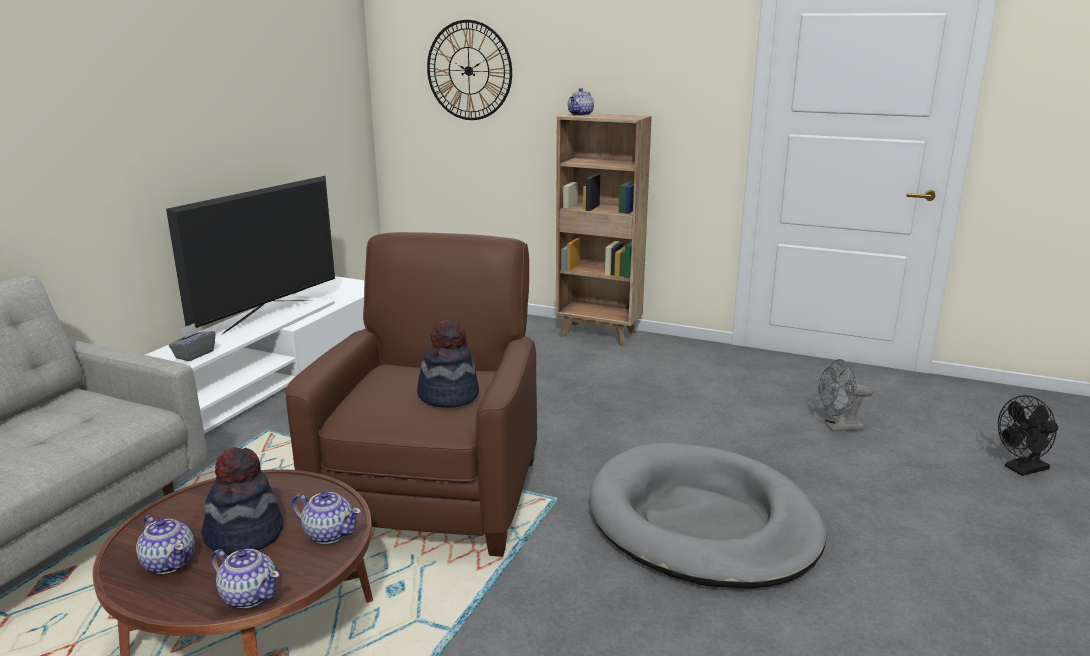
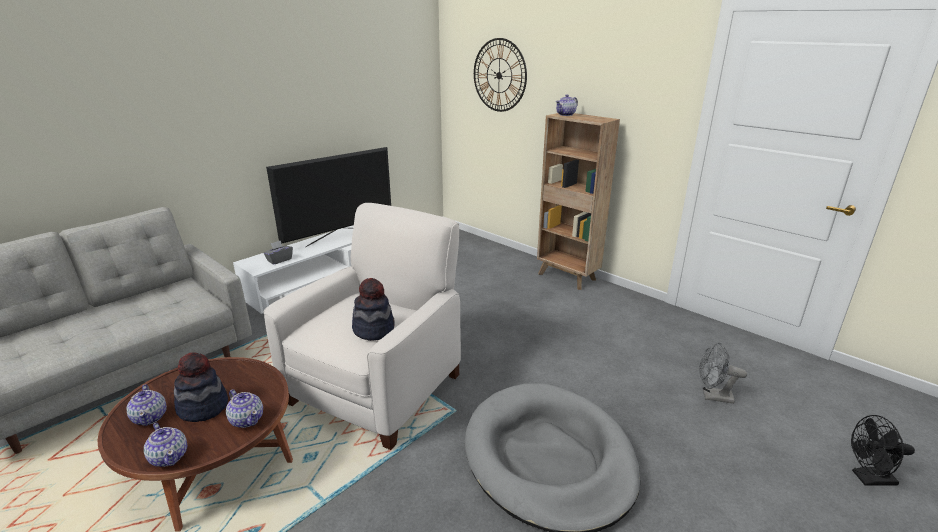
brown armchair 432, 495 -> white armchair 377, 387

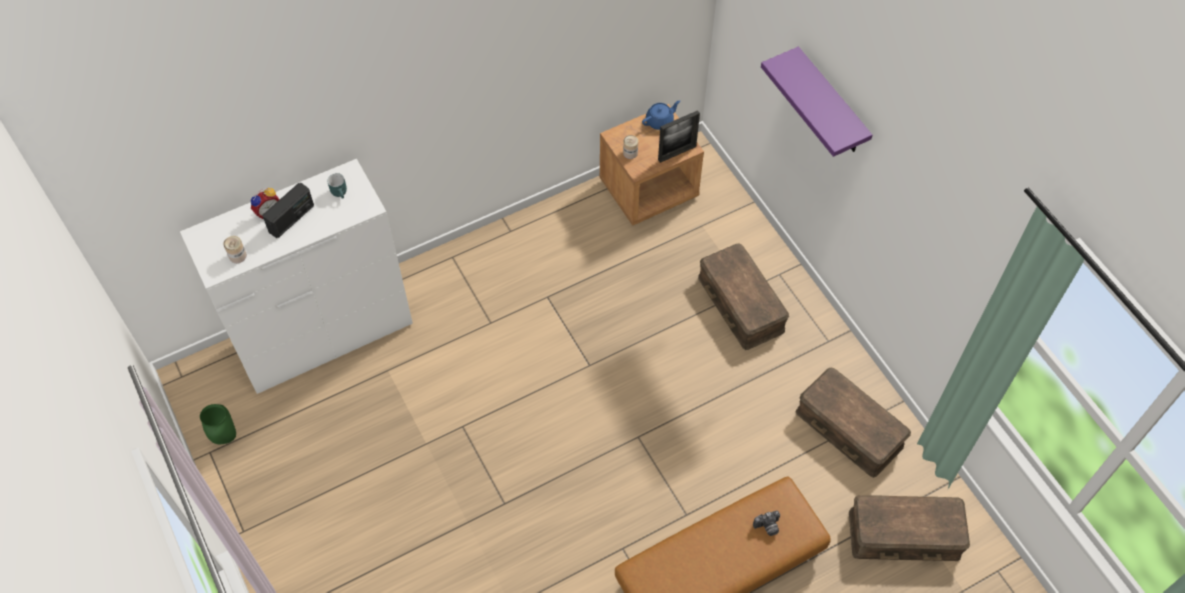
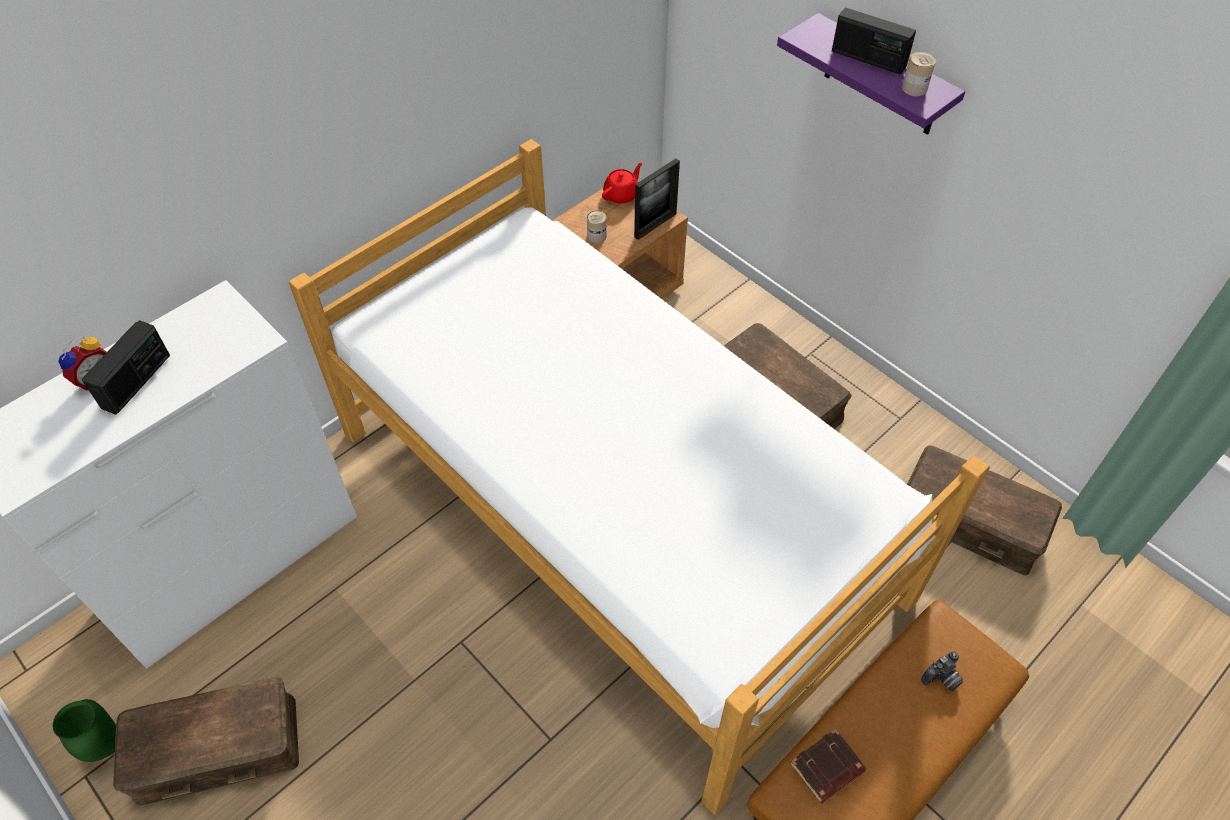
turquoise mug 341, 192 -> none
none -> bed 615, 512
none -> brown book 827, 769
none -> radio 868, 59
can 237, 256 -> can 914, 88, move
brown storage box 904, 535 -> brown storage box 217, 750, move
blue teapot 660, 121 -> red teapot 622, 194

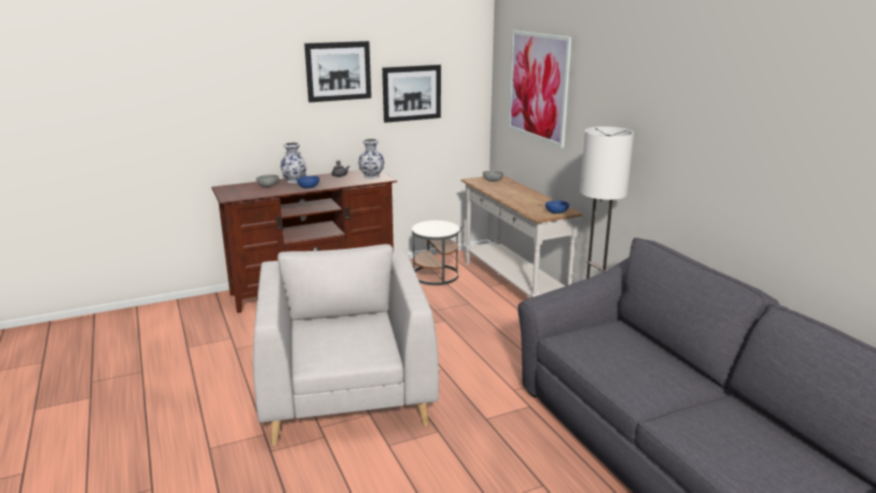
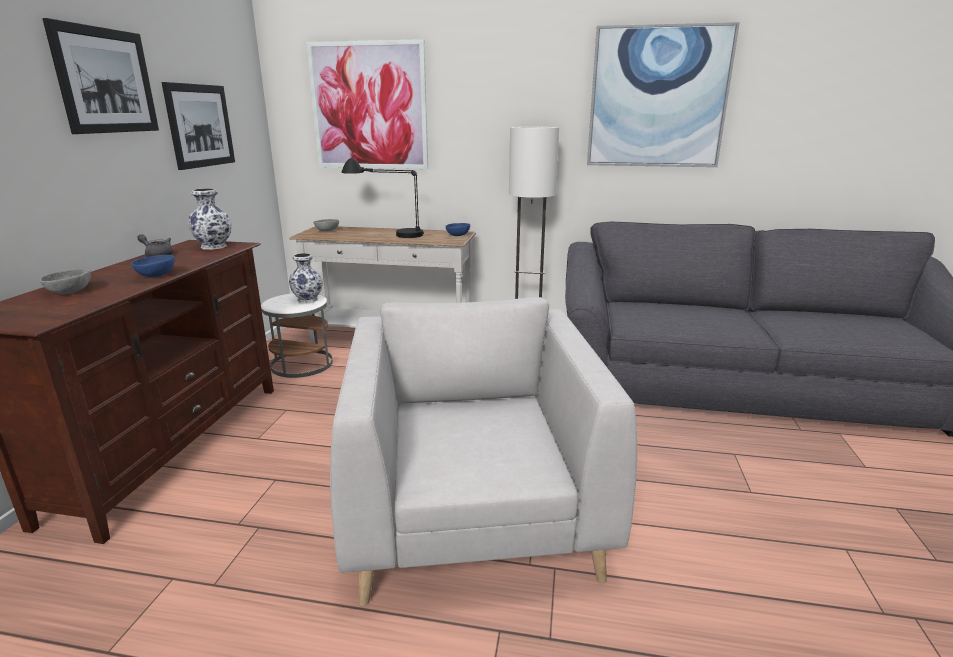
none -> black table lamp 387, 234
none -> picture 657, 98
vase 295, 181 -> vase 308, 300, move
grey armchair 346, 393 -> grey armchair 473, 513, 60 degrees clockwise

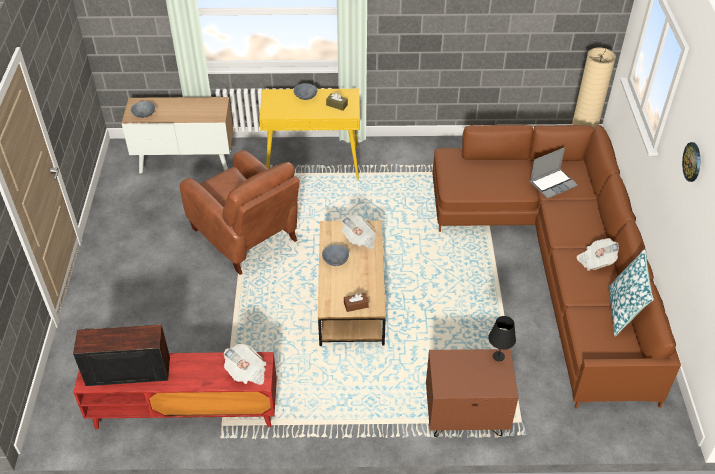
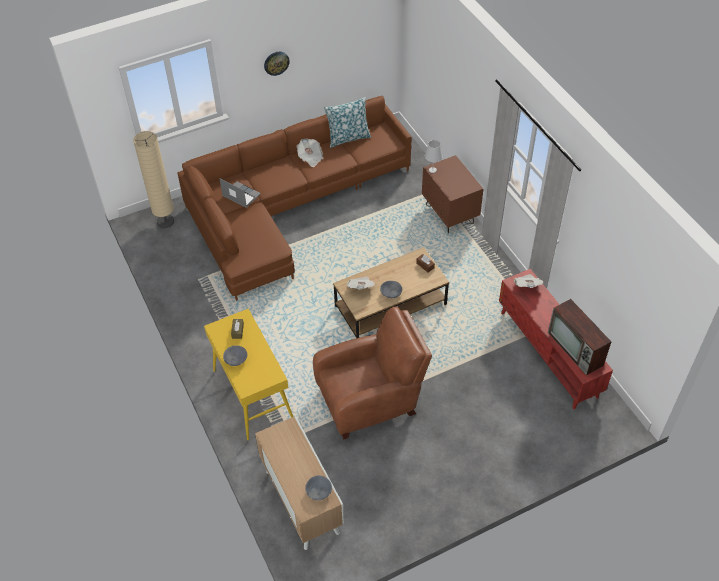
black table lamp 498, 356 -> white table lamp 432, 170
brown armchair 246, 237 -> brown armchair 371, 399, 45 degrees clockwise

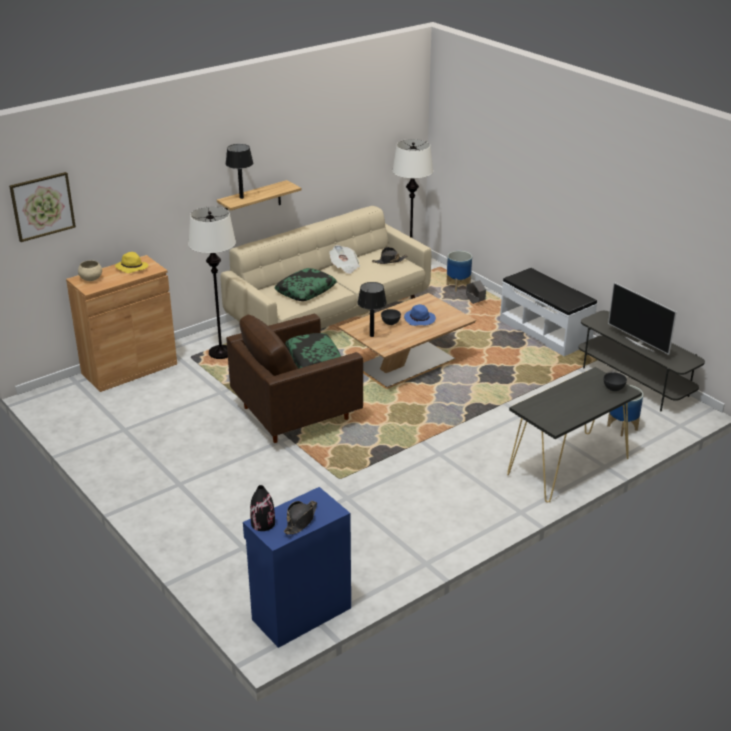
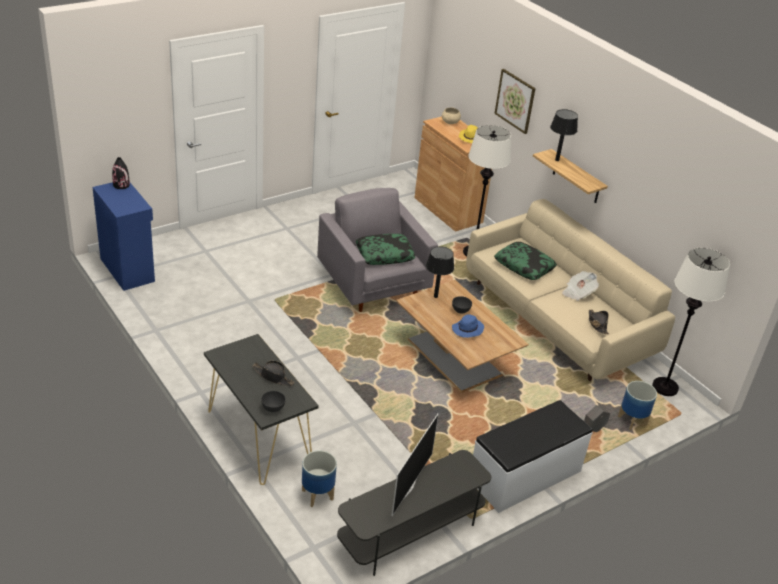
picture 42, 206 -> picture 515, 101, move
black hat 300, 520 -> black hat 273, 377, move
brown armchair 297, 413 -> grey armchair 373, 286
television 639, 343 -> television 407, 488, 150 degrees clockwise

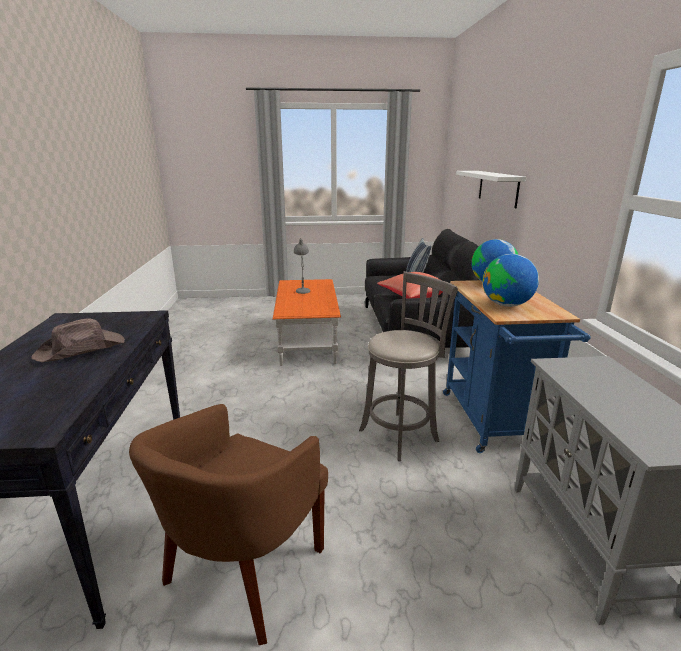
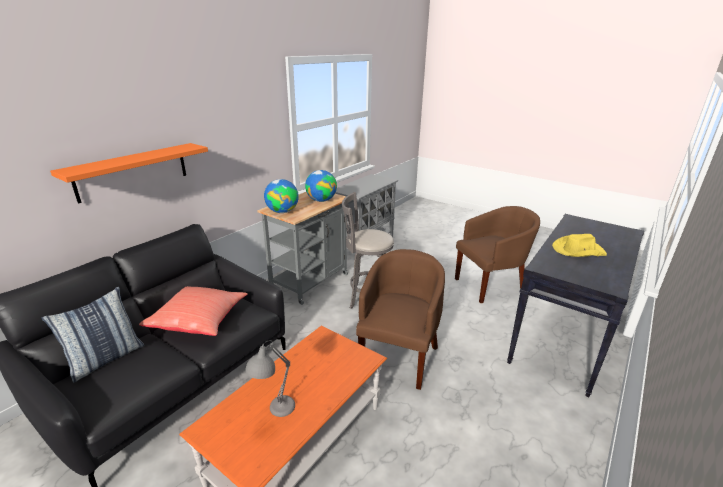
none -> brown armchair 398, 356
brown hat 81, 349 -> yellow hat 577, 250
blue cart 494, 424 -> grey cart 313, 279
white shelf 498, 188 -> orange shelf 133, 171

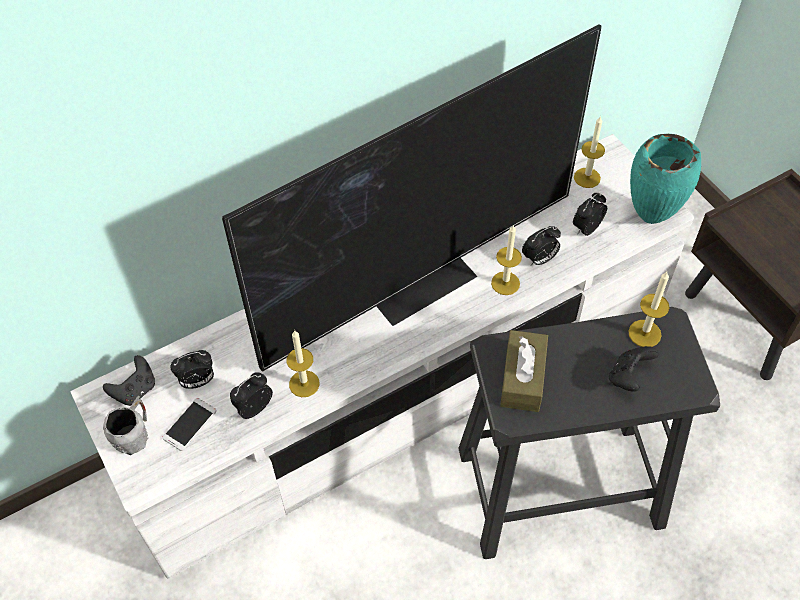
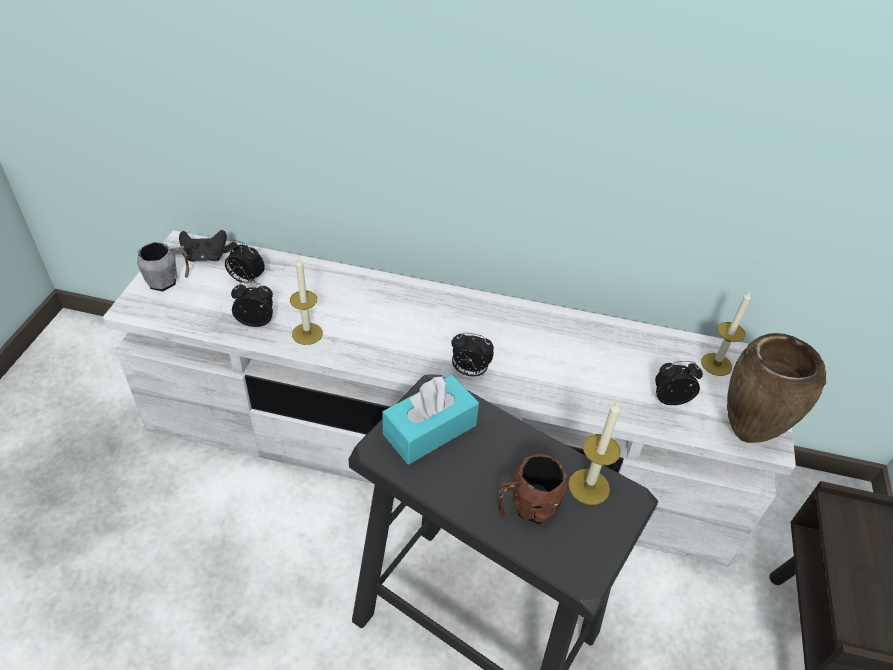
phone 189, 424 -> none
television 420, 280 -> none
candle 505, 283 -> none
alarm clock 539, 259 -> alarm clock 469, 371, move
black game controller 628, 376 -> brown mug 526, 507
brown tissue box 522, 378 -> turquoise tissue box 429, 430
turquoise vase 650, 219 -> brown vase 744, 436

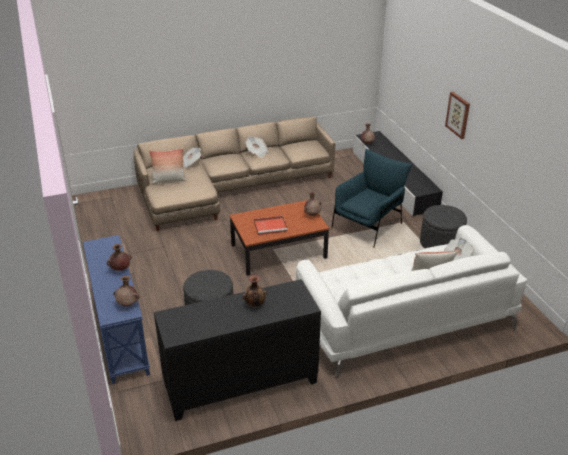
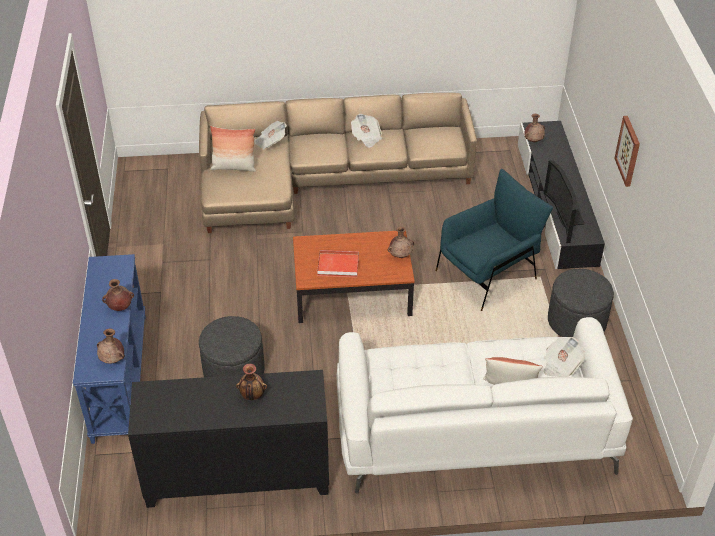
none -> television 566, 218

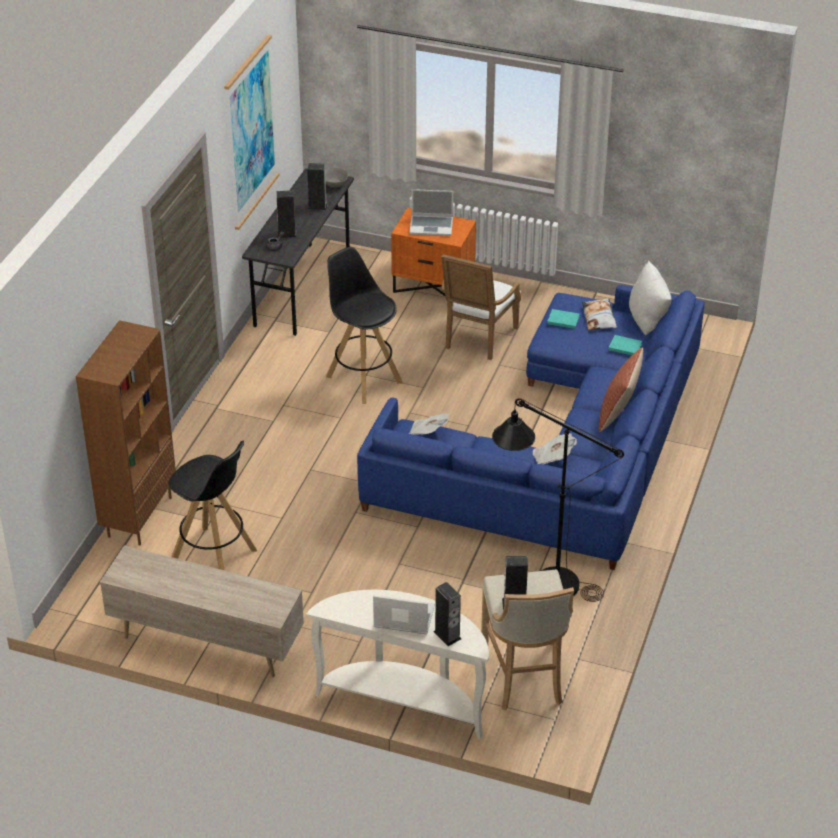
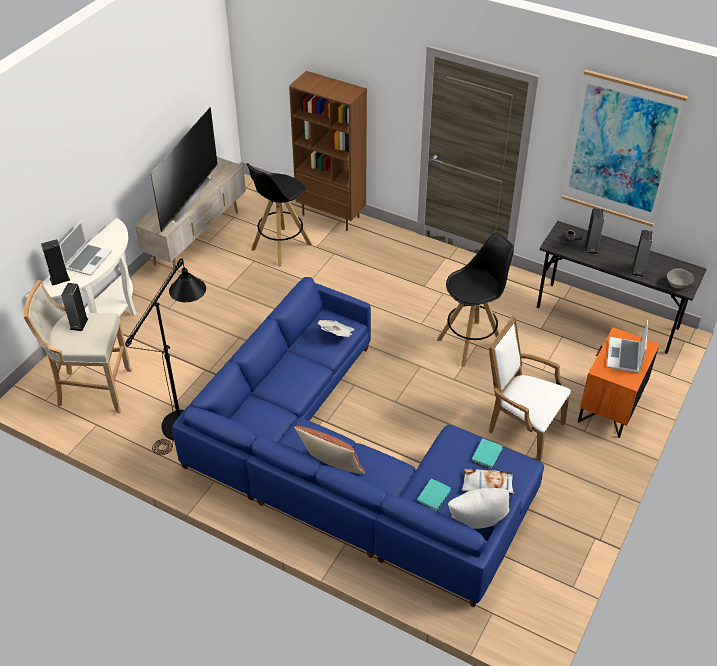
newspaper 553, 457 -> none
none -> television 186, 198

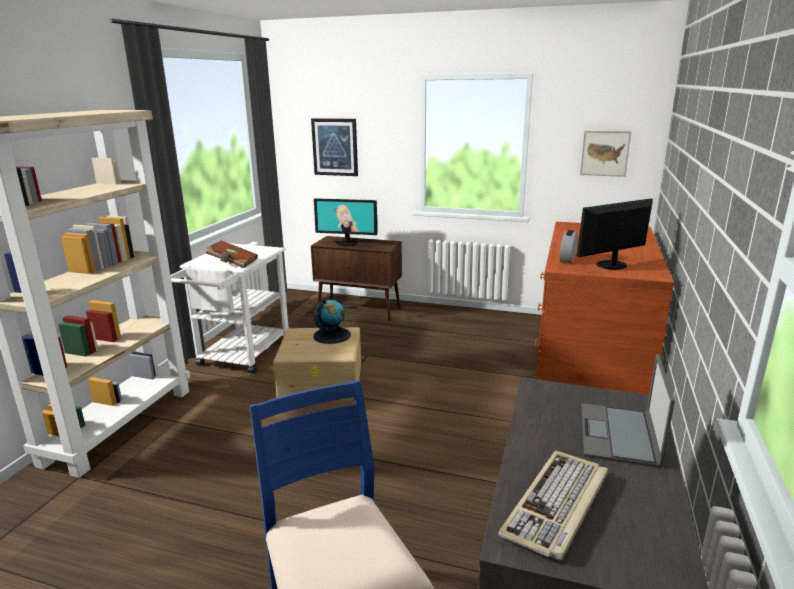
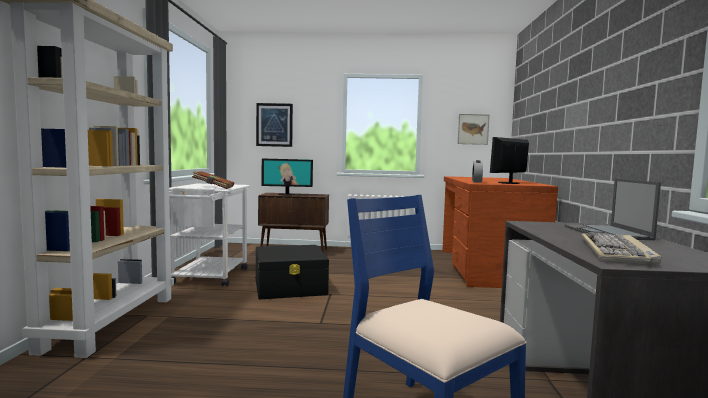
globe 332, 335 -> none
beige storage box 322, 380 -> black storage box 290, 286

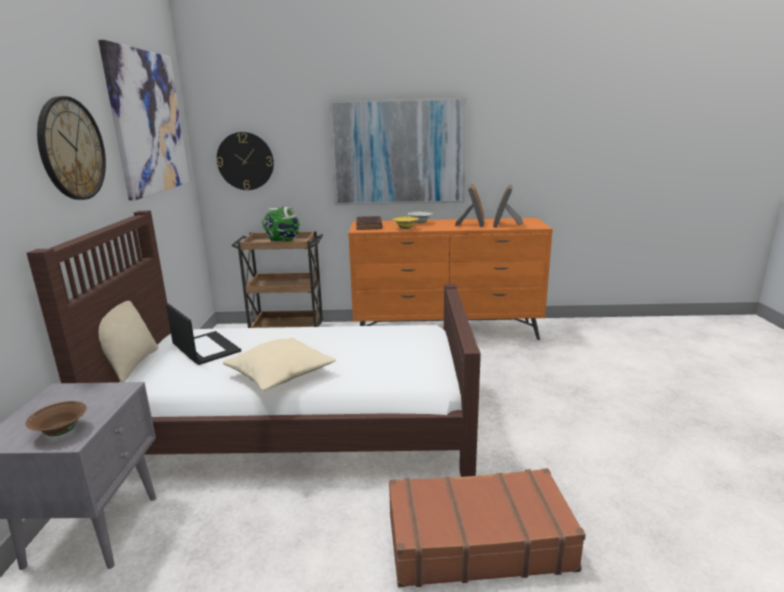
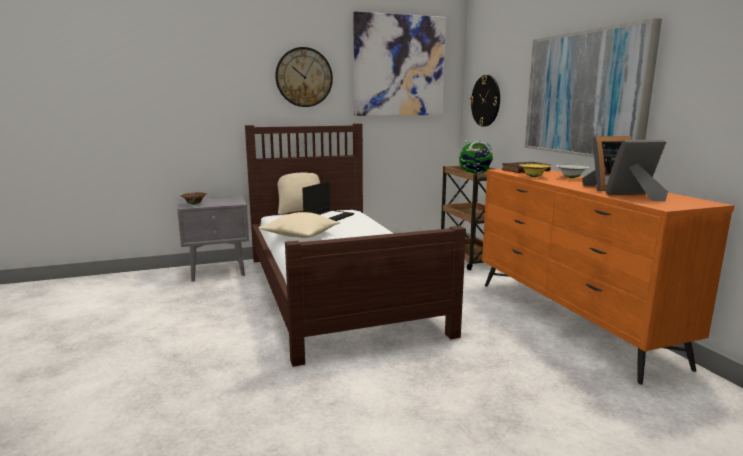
brown suitcase 477, 540 -> none

